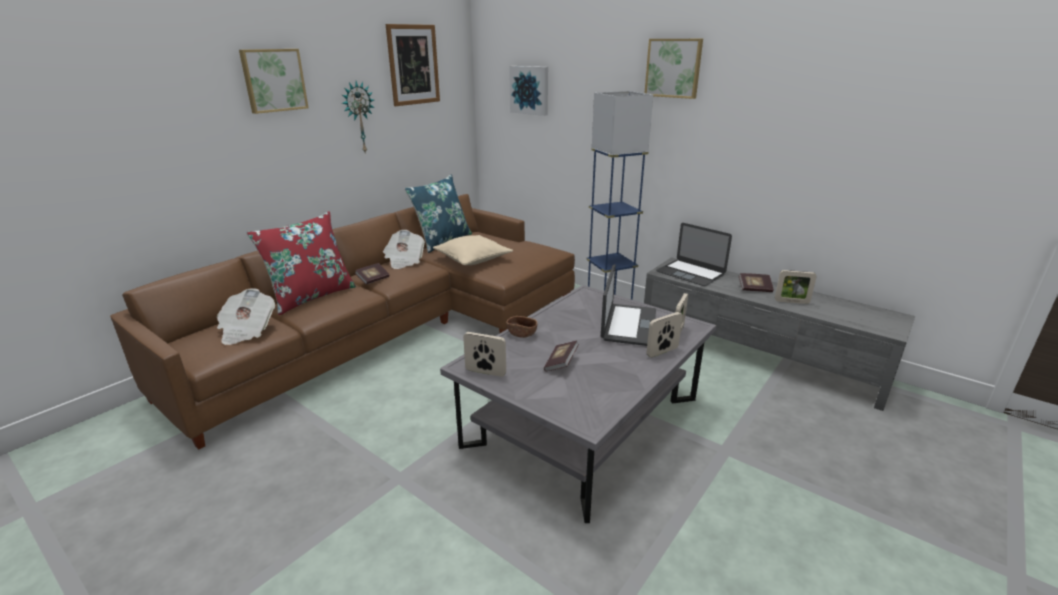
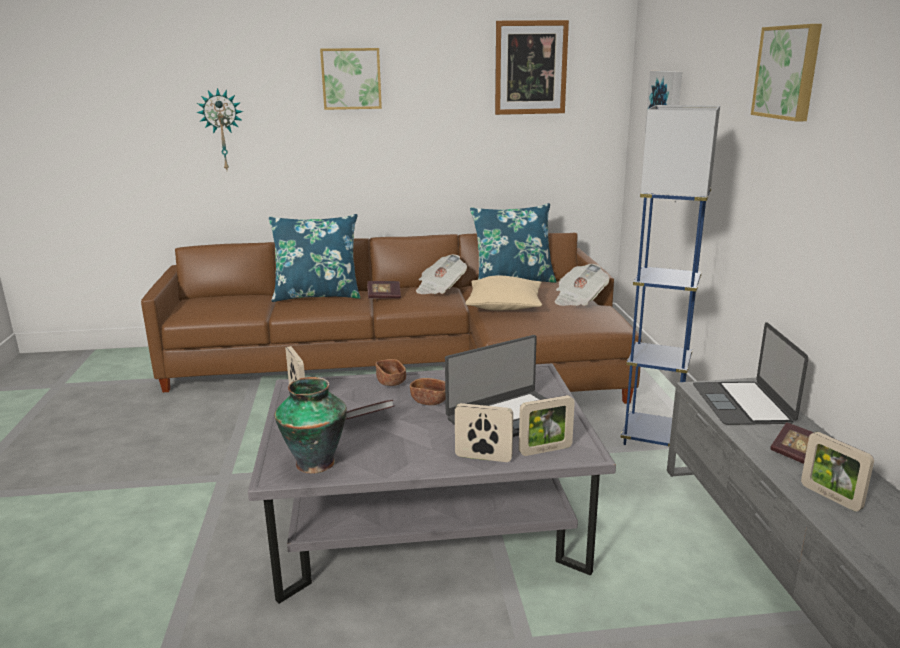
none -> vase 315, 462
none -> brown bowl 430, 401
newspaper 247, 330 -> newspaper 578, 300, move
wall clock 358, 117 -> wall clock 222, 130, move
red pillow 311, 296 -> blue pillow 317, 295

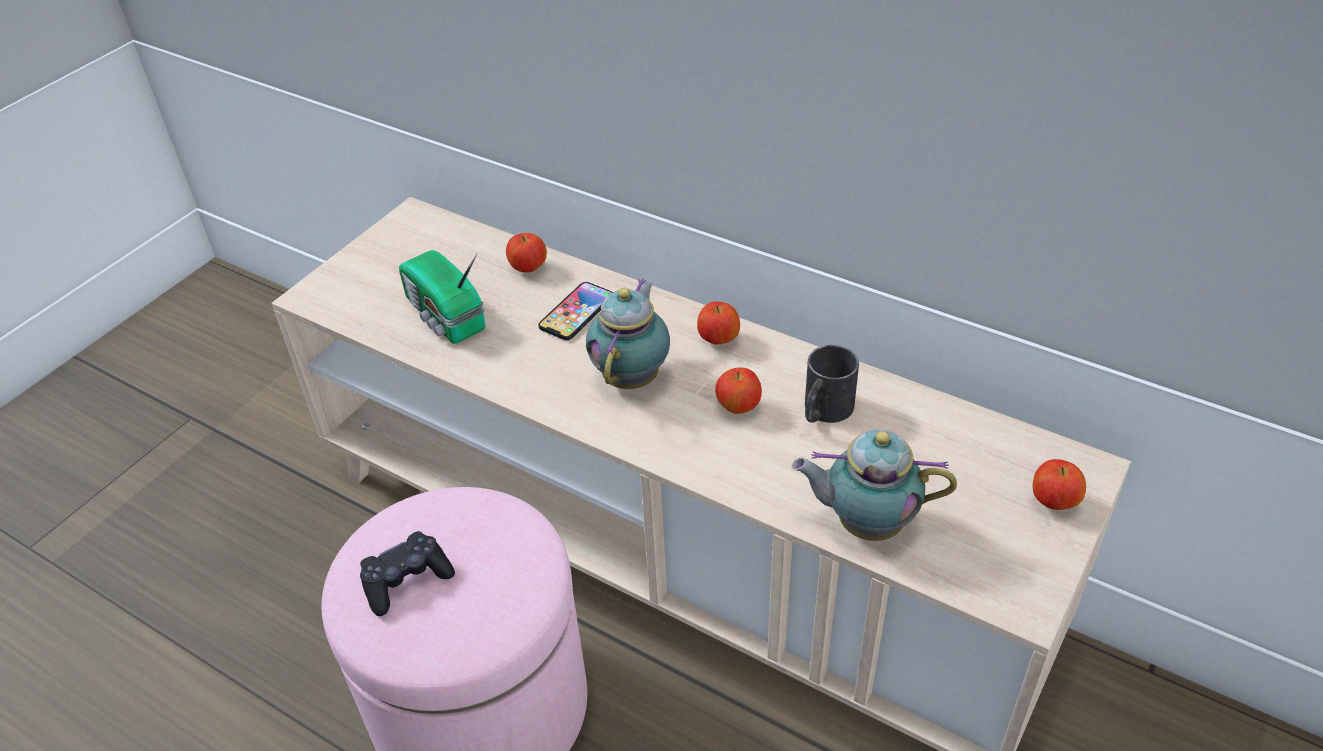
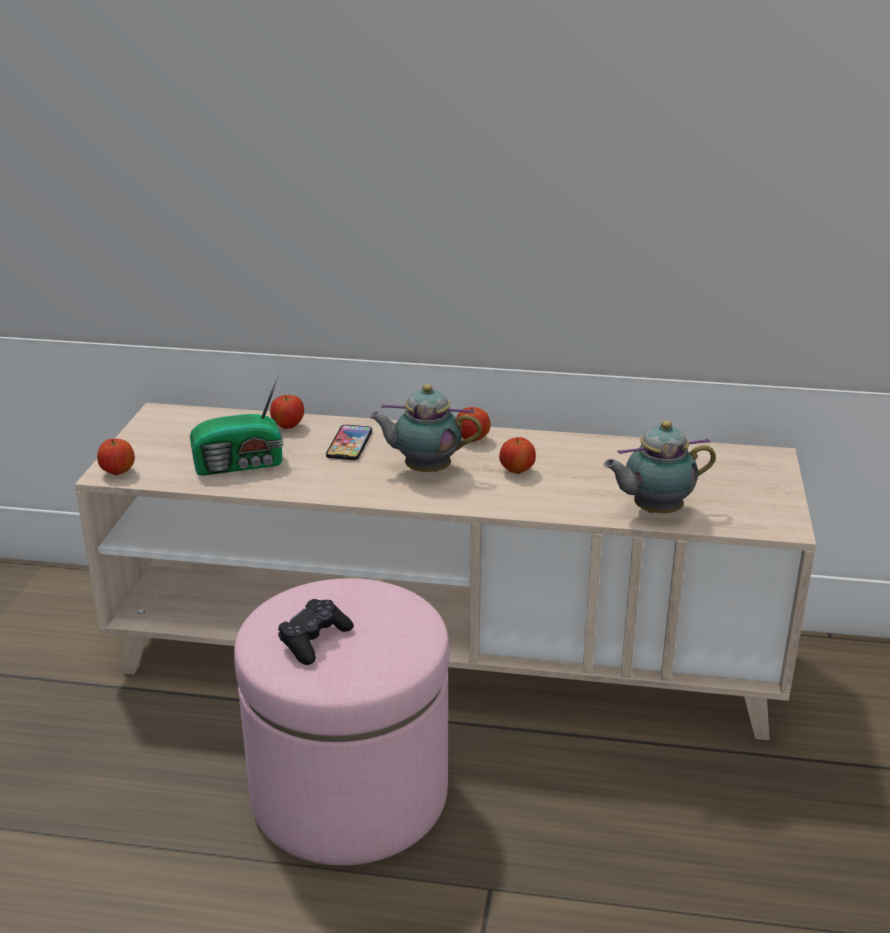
black mug 823, 411 -> none
apple 1054, 502 -> apple 118, 472, move
radio 445, 317 -> radio 241, 465, 45 degrees counterclockwise
teapot 633, 376 -> teapot 424, 470, 75 degrees counterclockwise

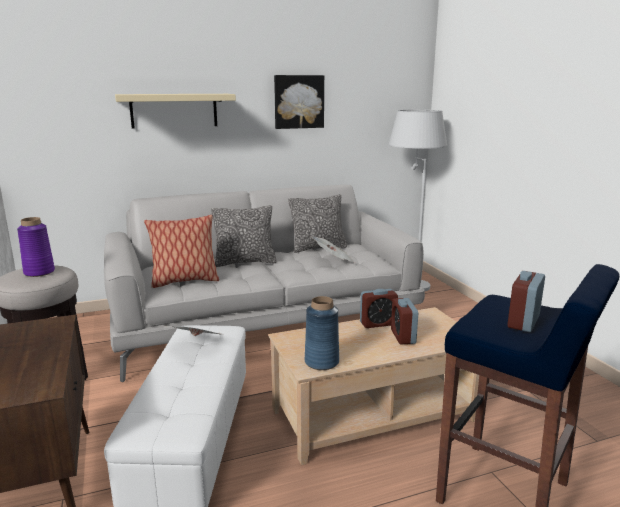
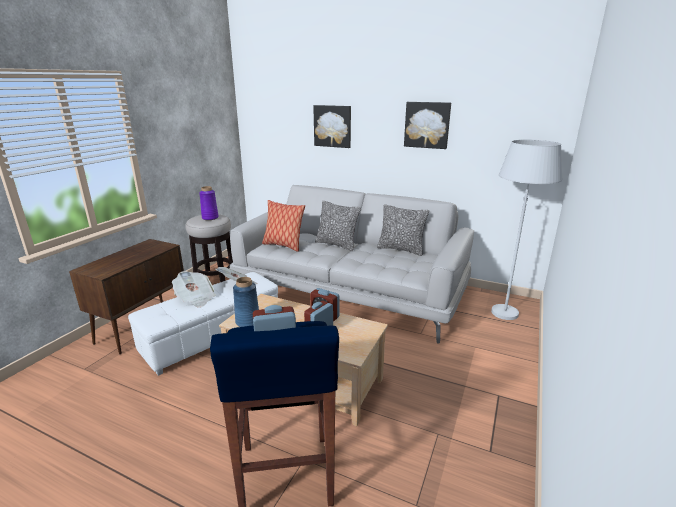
newspaper 333, 260 -> newspaper 195, 298, move
beige shelf 174, 110 -> picture 333, 126

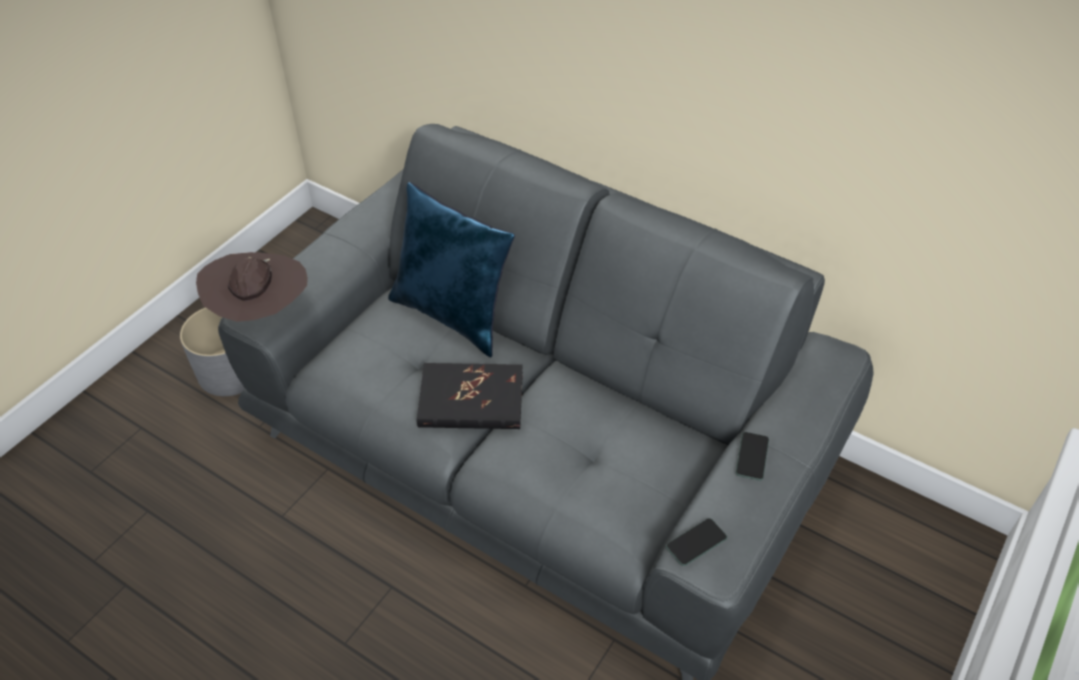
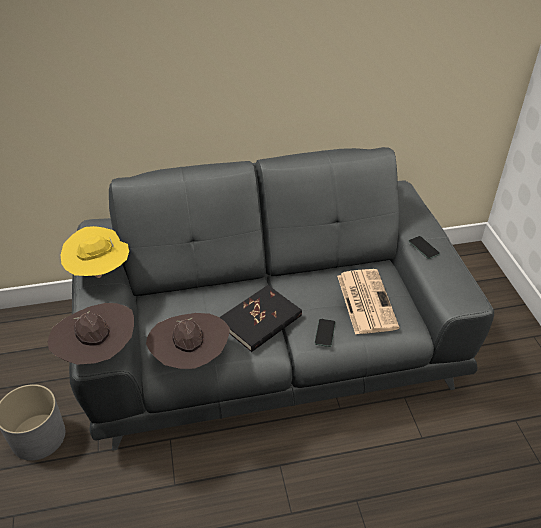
blue pillow 454, 314 -> none
none -> yellow hat 99, 273
none -> brown hat 191, 358
none -> newspaper 365, 301
phone 696, 542 -> phone 325, 333, move

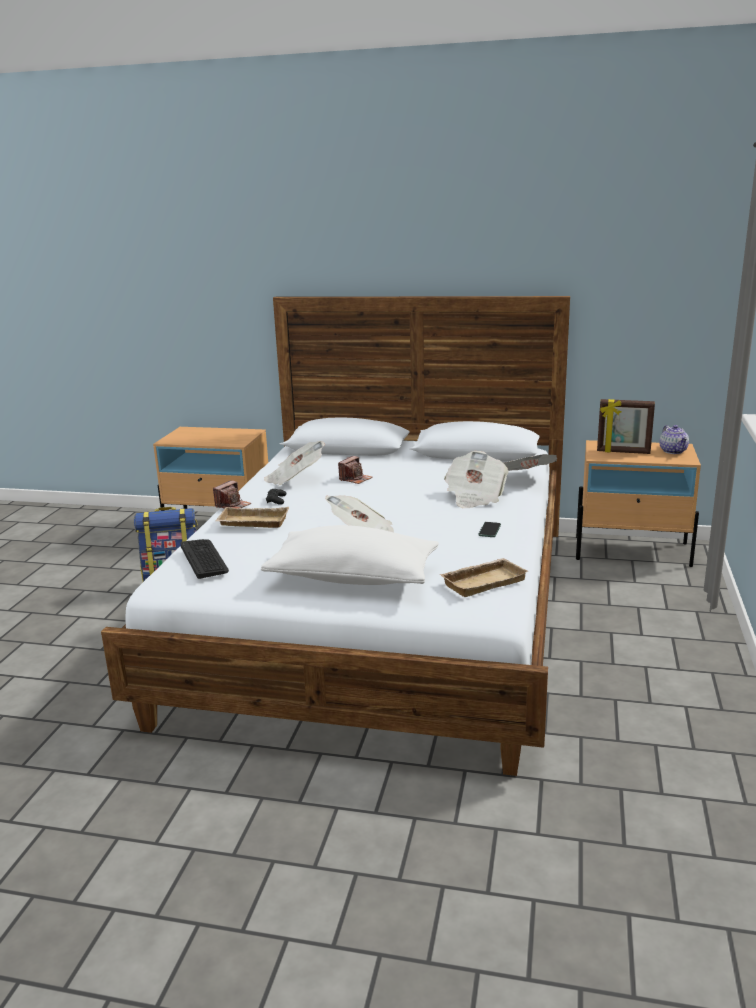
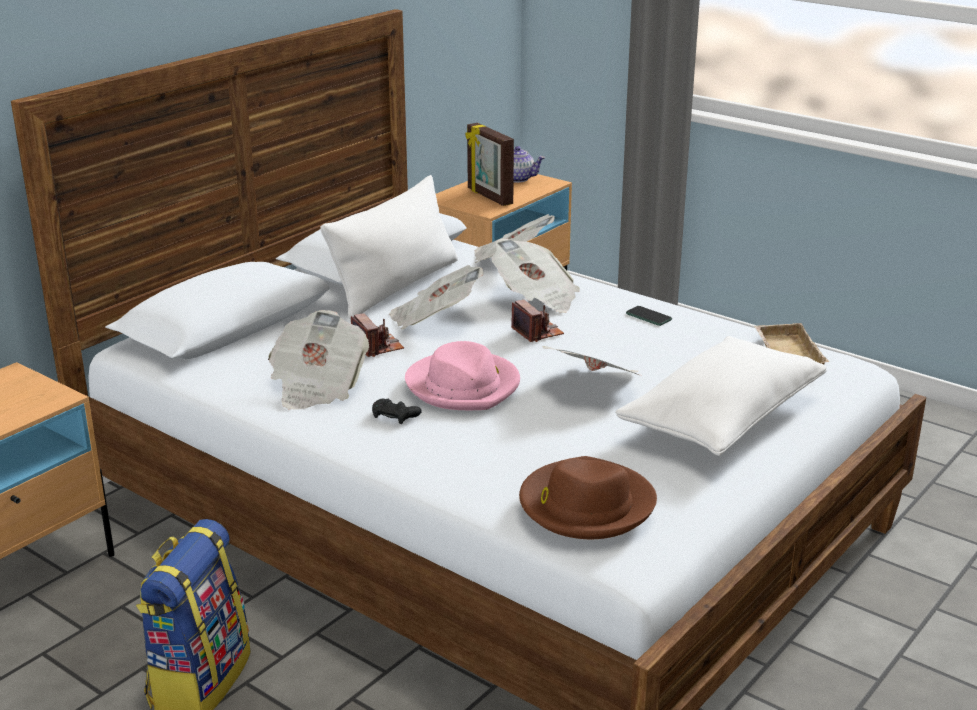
beige tray 252, 523 -> none
none -> white pillow 396, 286
none -> newspaper 434, 320
none -> pink hat 463, 386
photo camera 233, 505 -> photo camera 537, 332, move
keyboard 204, 559 -> brown hat 586, 505
picture frame 623, 452 -> picture frame 489, 197, 105 degrees clockwise

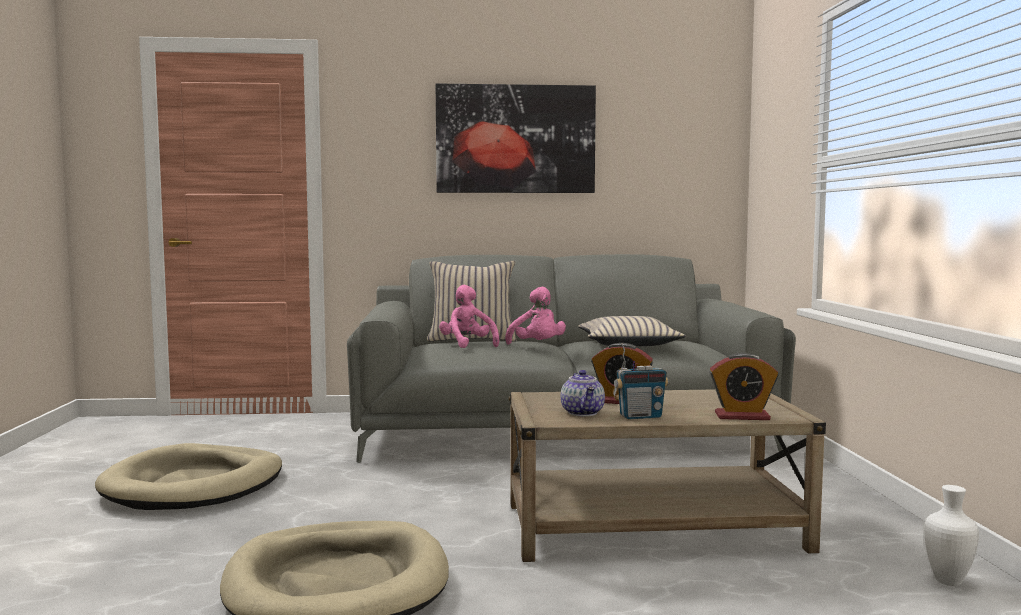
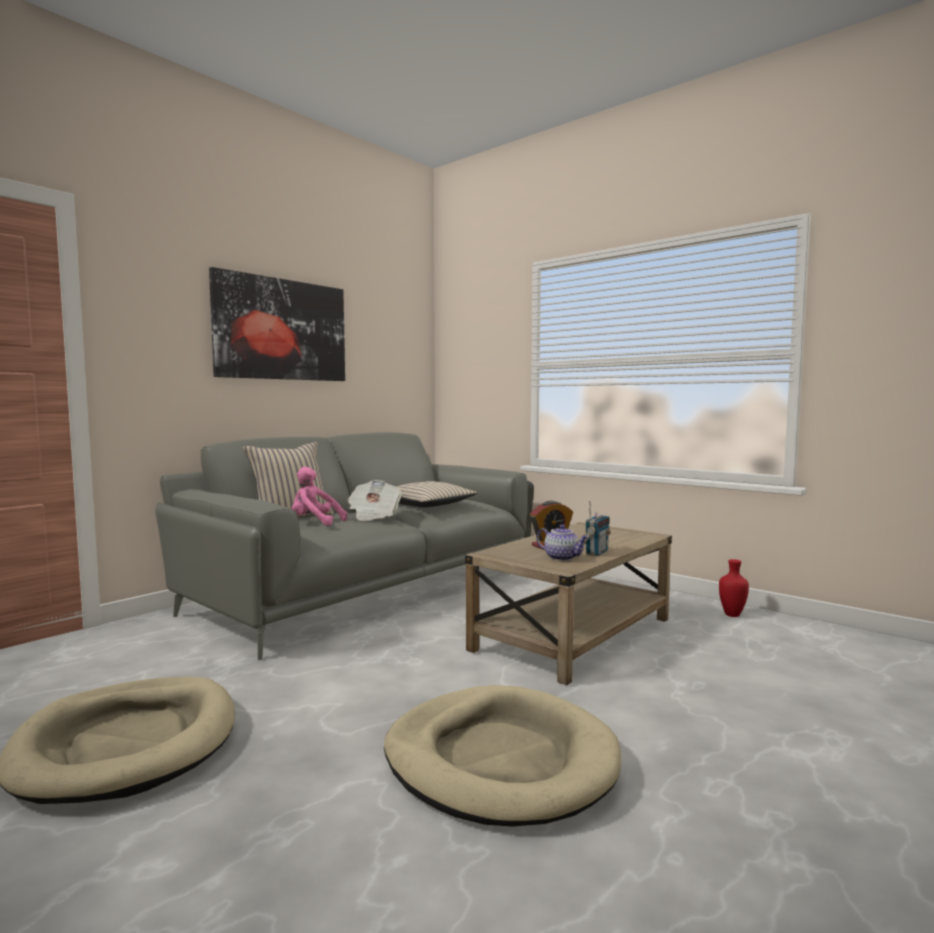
alarm clock 742, 416 -> none
pink plush toy 537, 346 -> newspaper 374, 515
white vase 949, 581 -> red vase 732, 615

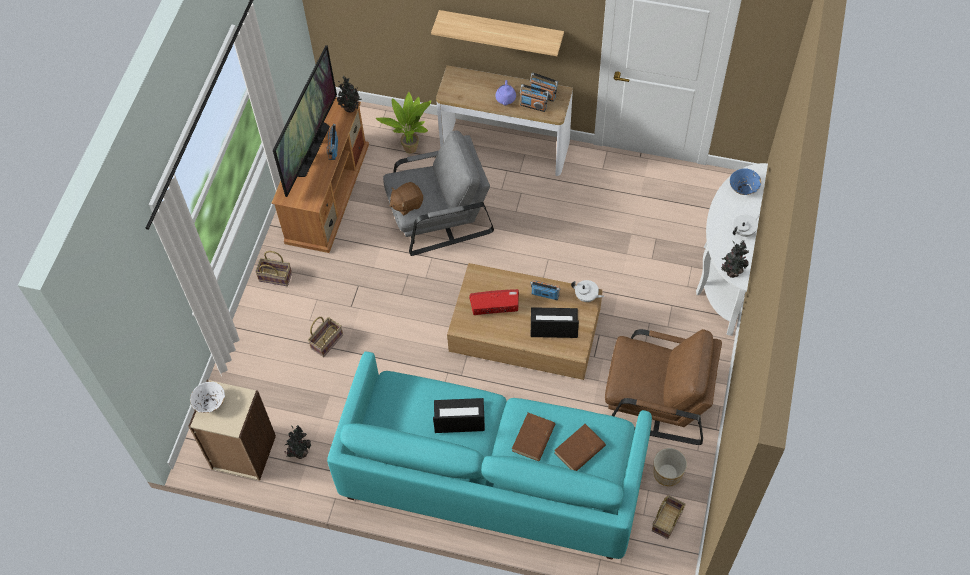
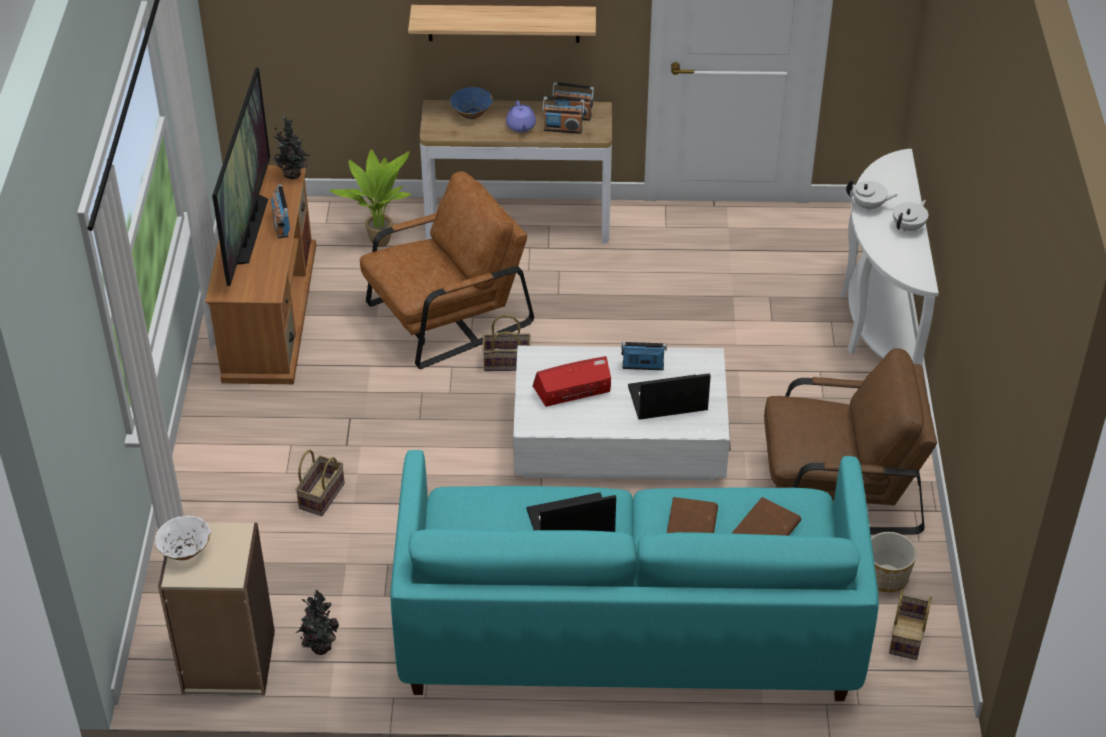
brown plush toy 407, 204 -> none
potted plant 731, 271 -> none
basket 276, 276 -> basket 508, 362, move
white teapot 586, 297 -> white teapot 869, 206, move
blue bowl 743, 188 -> blue bowl 472, 113, move
grey armchair 438, 215 -> brown armchair 446, 315
brown coffee table 524, 333 -> white coffee table 618, 437

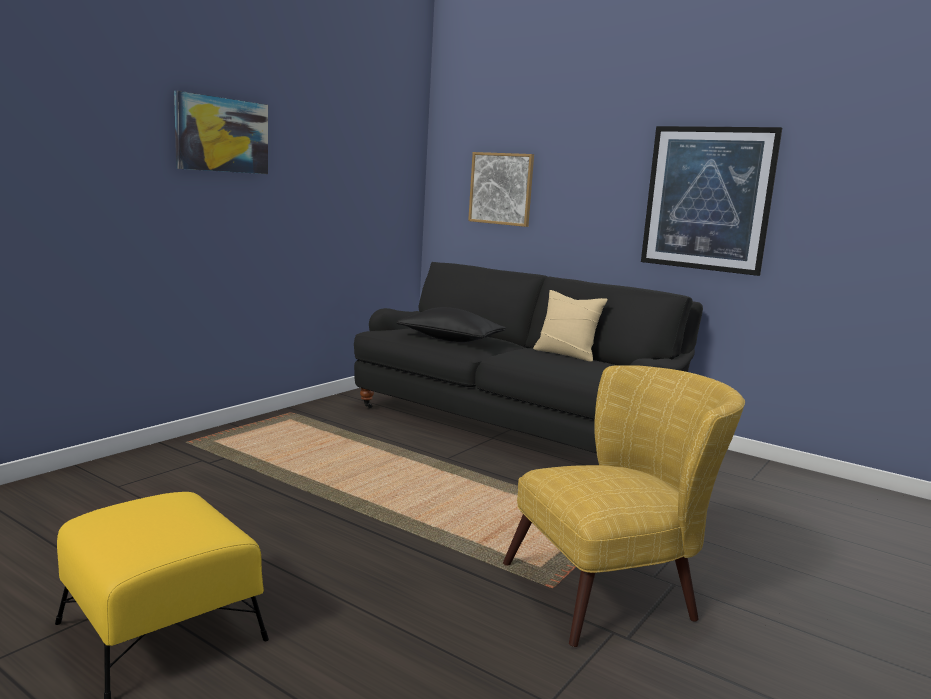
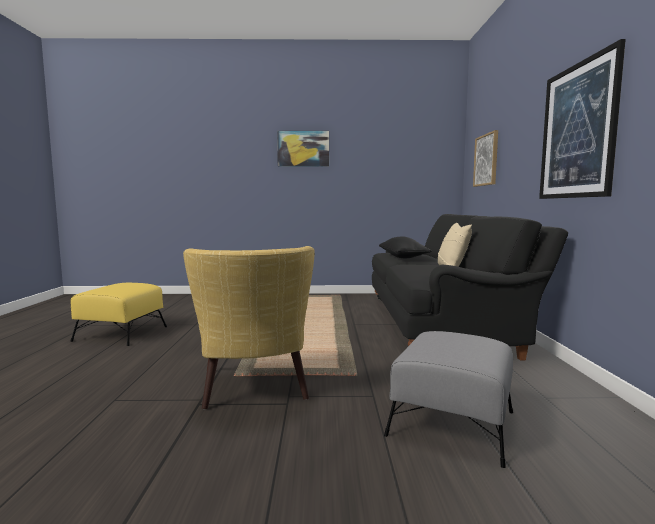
none -> grey ottoman 451, 423
yellow armchair 615, 590 -> yellow armchair 254, 390, 45 degrees clockwise

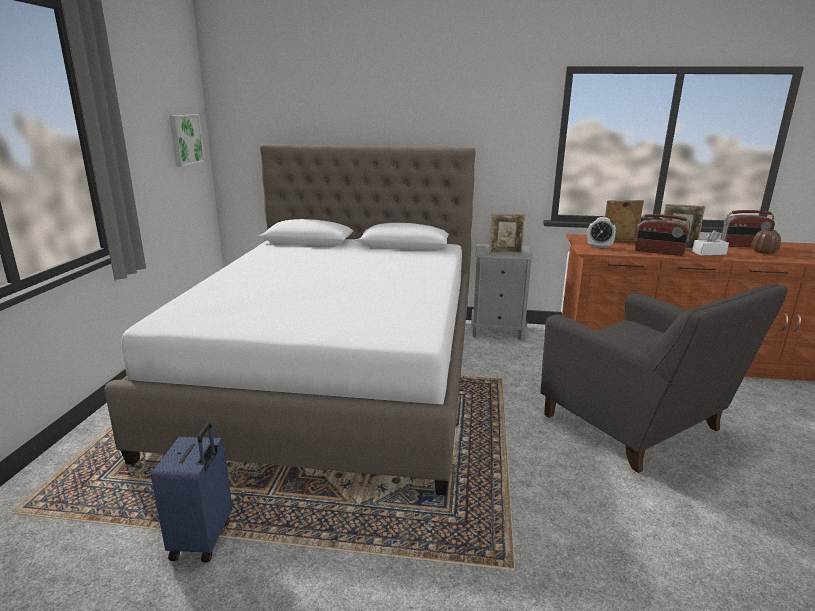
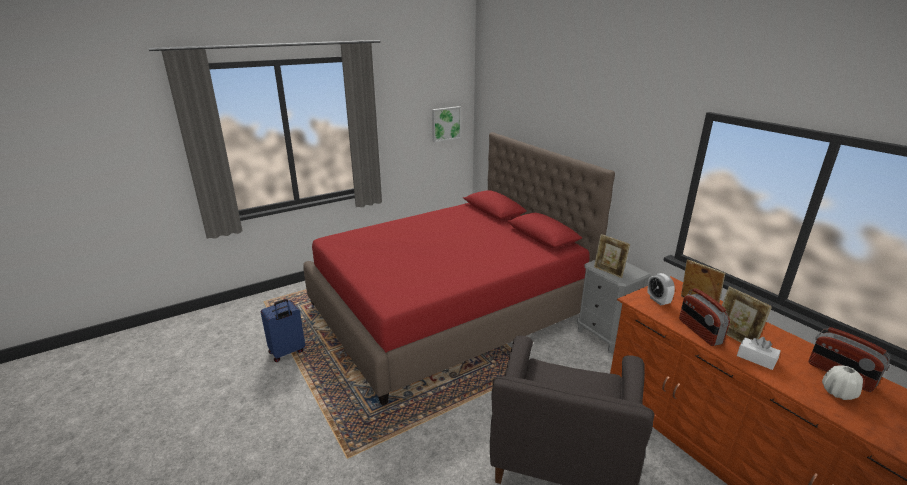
white bed 337, 376 -> red bed 449, 309
brown vase 763, 252 -> white vase 838, 393

